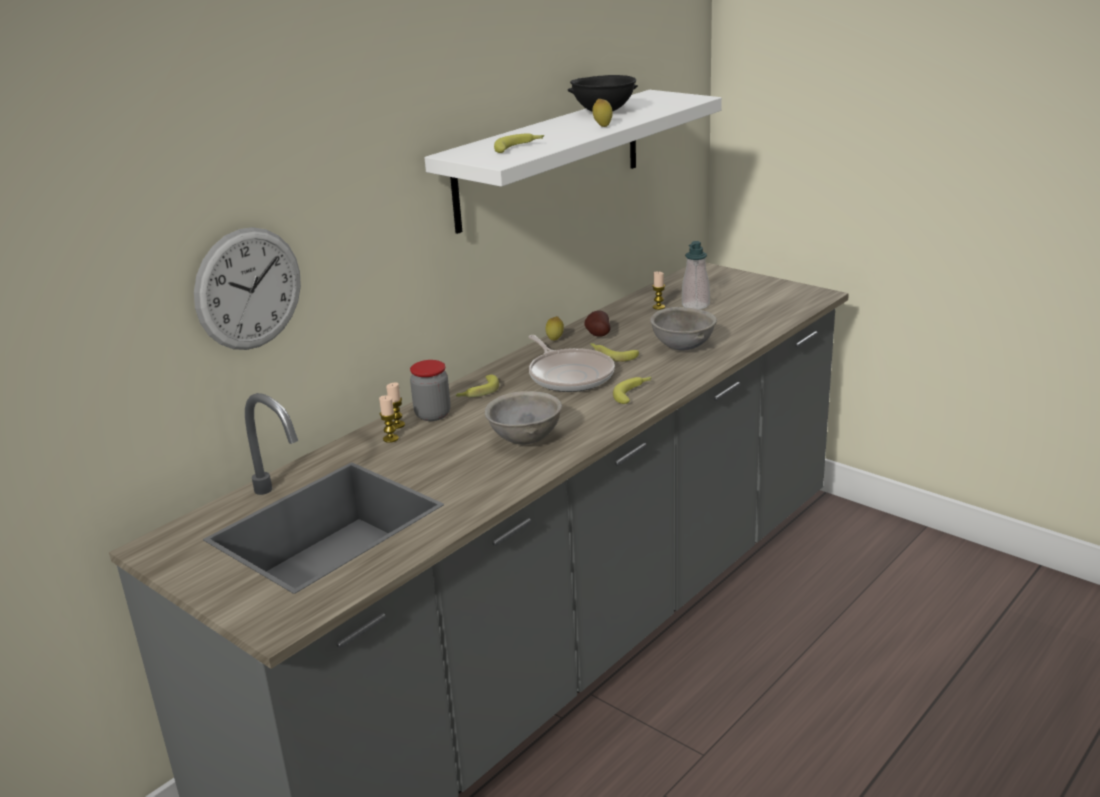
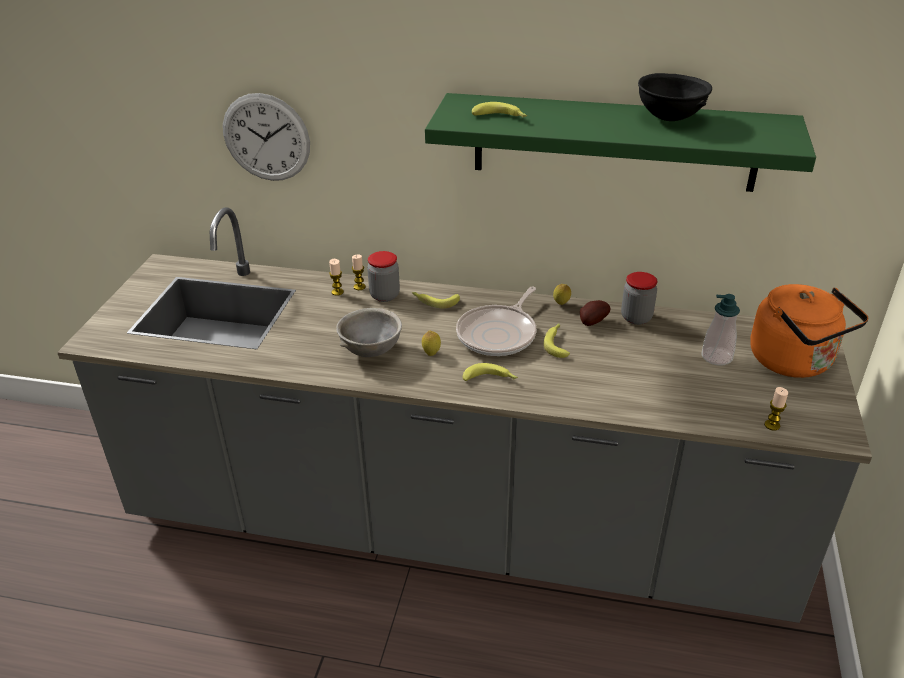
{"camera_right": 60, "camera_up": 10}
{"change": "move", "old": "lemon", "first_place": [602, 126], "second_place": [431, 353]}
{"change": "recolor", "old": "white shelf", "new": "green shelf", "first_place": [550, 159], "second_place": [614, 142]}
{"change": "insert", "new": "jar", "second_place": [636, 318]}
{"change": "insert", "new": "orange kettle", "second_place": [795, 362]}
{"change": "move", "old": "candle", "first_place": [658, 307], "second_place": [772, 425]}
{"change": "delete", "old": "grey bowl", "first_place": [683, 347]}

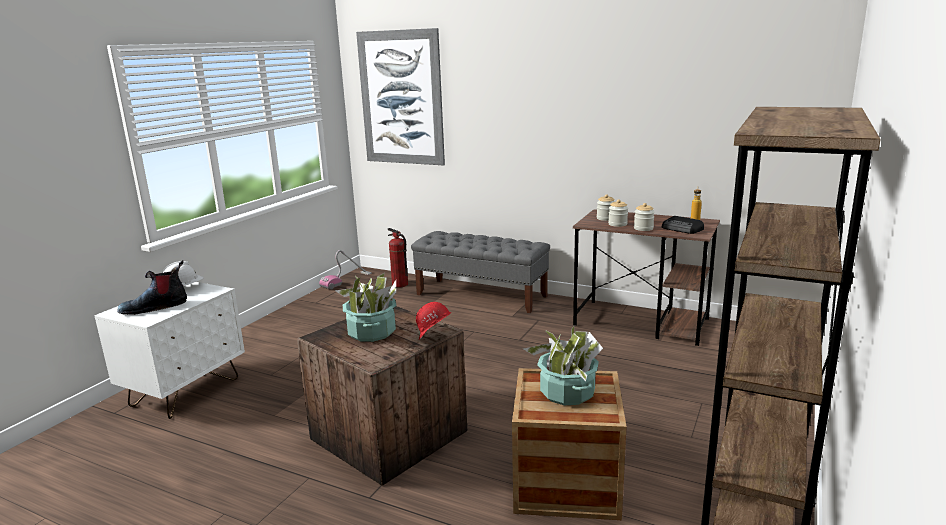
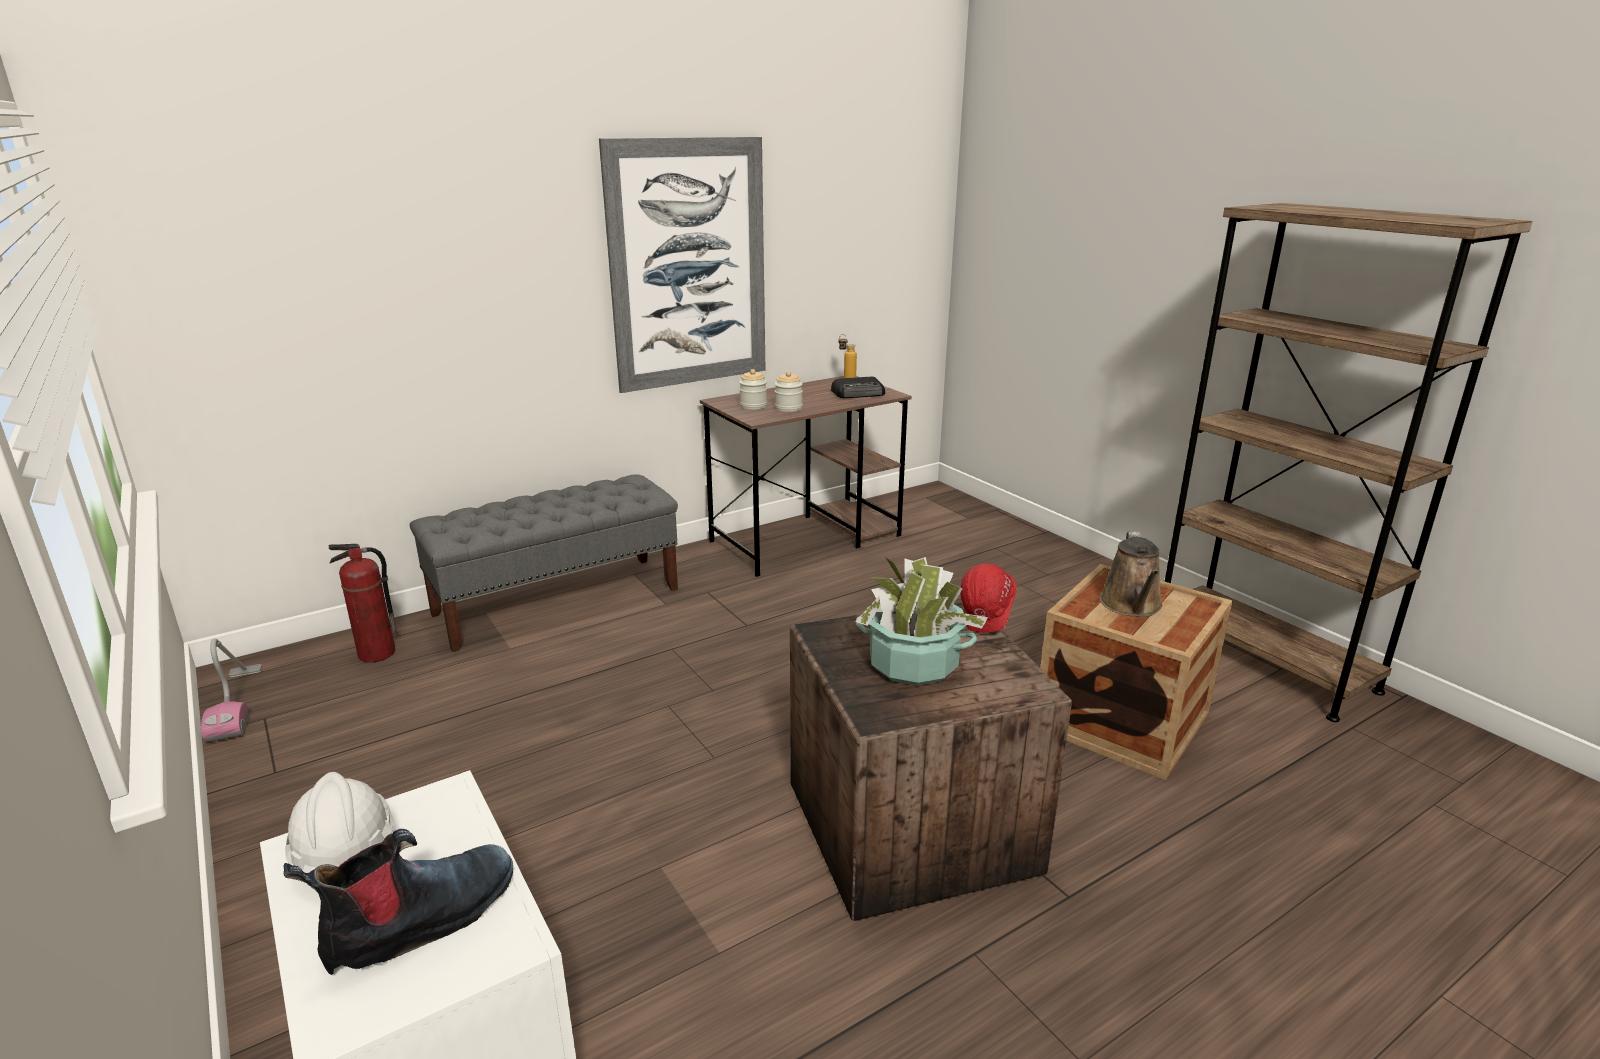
{"camera_right": -60, "camera_up": 5}
{"change": "rotate", "old": "boot", "first_place": [155, 307], "second_place": [421, 921], "degrees": -135}
{"change": "move", "old": "picture", "first_place": [401, 98], "second_place": [689, 265]}
{"change": "replace", "old": "potted plant", "new": "brown watering can", "first_place": [567, 393], "second_place": [1131, 606]}
{"change": "delete", "old": "jar", "first_place": [643, 228]}

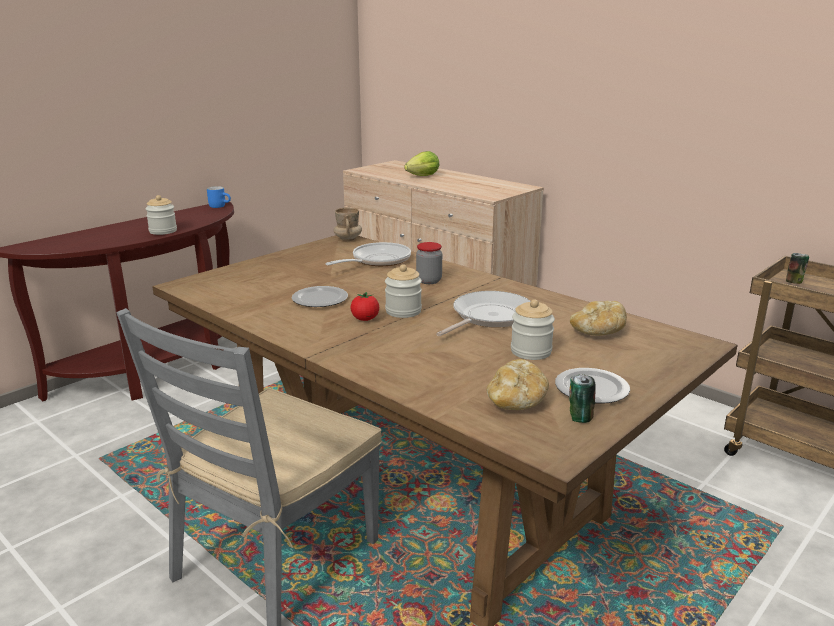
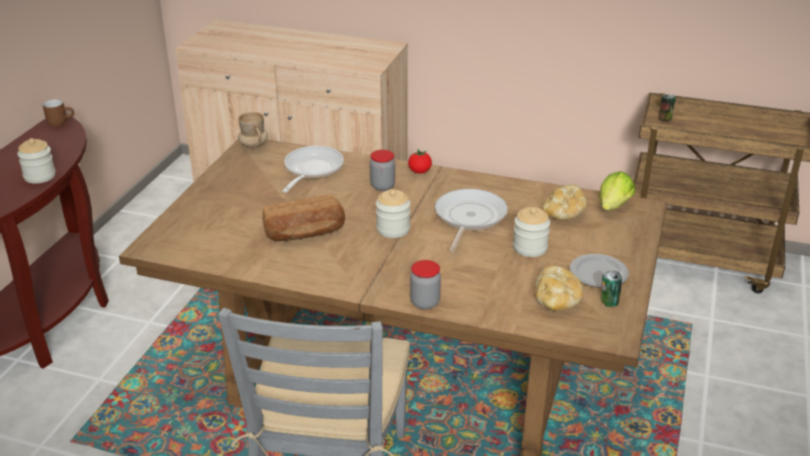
{"camera_right": -25, "camera_up": 10}
{"change": "recolor", "old": "blue mug", "new": "brown mug", "first_place": [220, 206], "second_place": [60, 122]}
{"change": "replace", "old": "plate", "new": "bread", "first_place": [319, 299], "second_place": [304, 232]}
{"change": "move", "old": "tomato", "first_place": [365, 319], "second_place": [419, 171]}
{"change": "insert", "new": "jar", "second_place": [425, 302]}
{"change": "move", "old": "lettuce", "first_place": [421, 176], "second_place": [612, 208]}

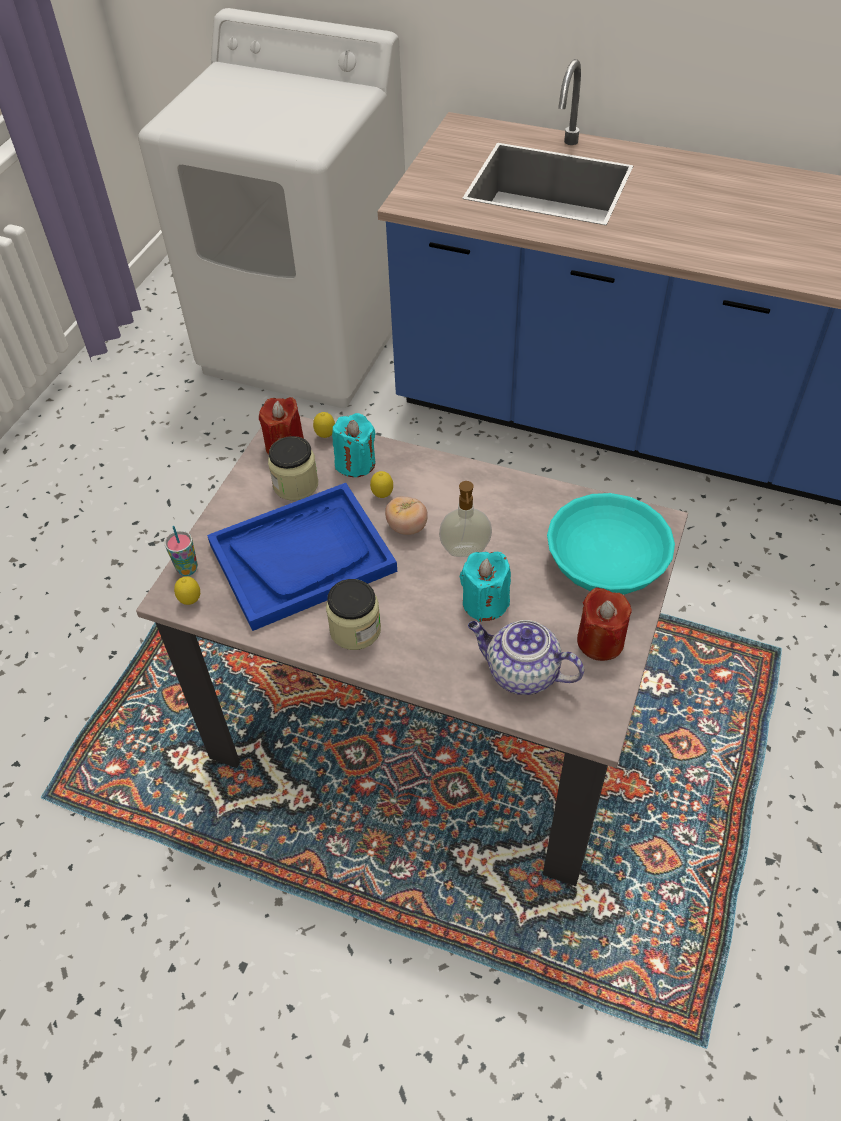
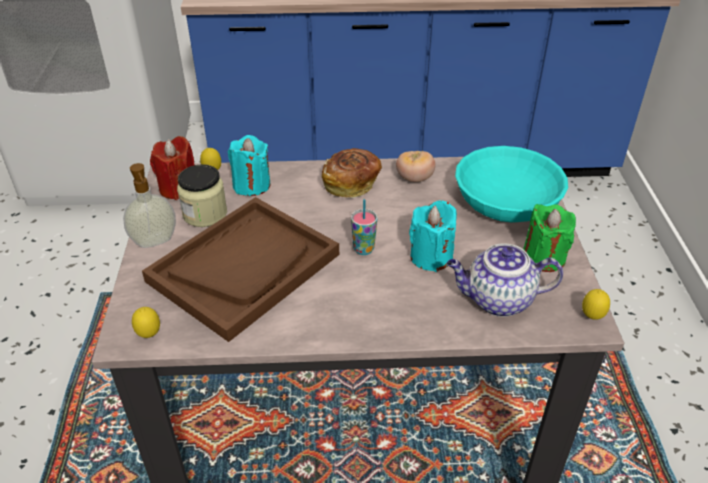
{"camera_right": -25, "camera_up": -10}
{"change": "move", "old": "soap dispenser", "first_place": [465, 551], "second_place": [155, 242]}
{"change": "recolor", "old": "blue tray", "new": "brown tray", "first_place": [302, 557], "second_place": [244, 267]}
{"change": "insert", "new": "bread", "second_place": [351, 184]}
{"change": "move", "old": "cup", "first_place": [187, 569], "second_place": [363, 249]}
{"change": "move", "old": "tomato", "first_place": [407, 527], "second_place": [414, 178]}
{"change": "recolor", "old": "red candle", "new": "green candle", "first_place": [600, 641], "second_place": [543, 257]}
{"change": "move", "old": "lemon", "first_place": [382, 496], "second_place": [591, 317]}
{"change": "delete", "old": "jar", "first_place": [355, 629]}

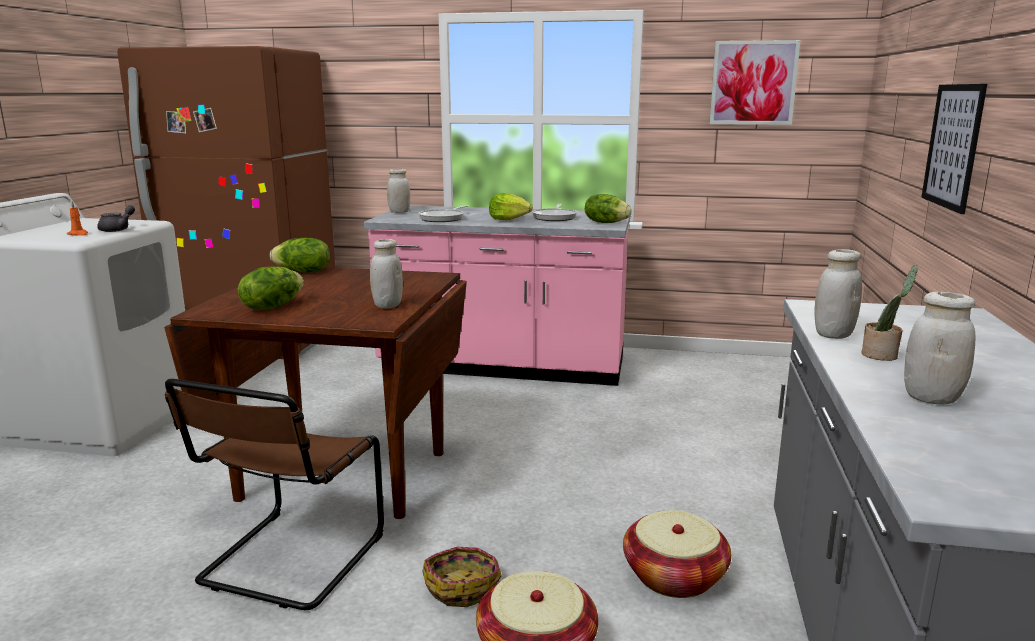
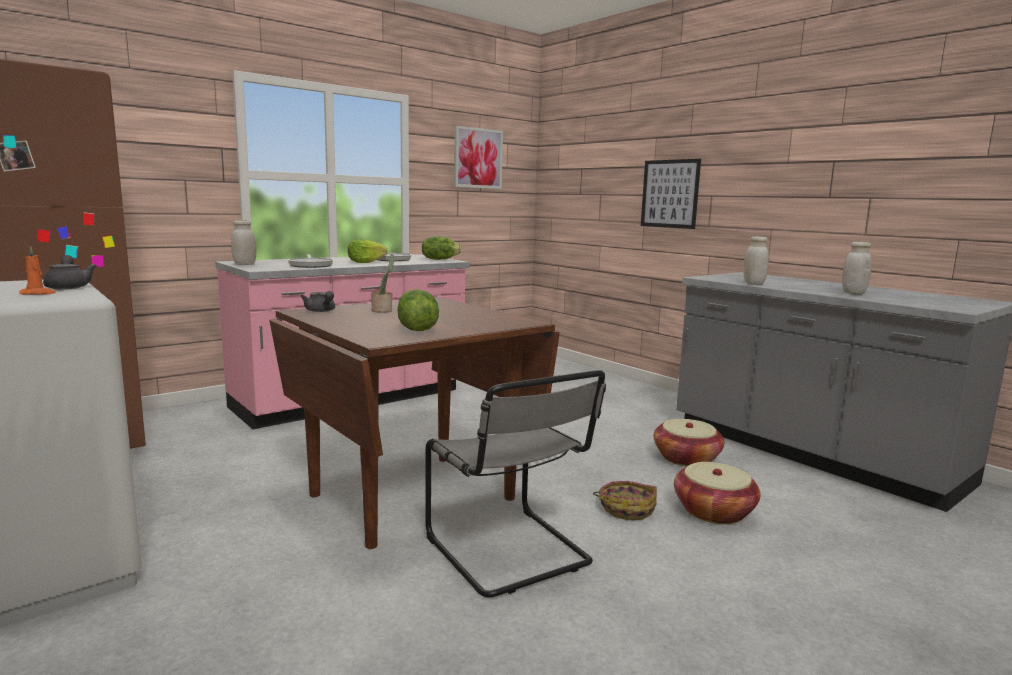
{"camera_right": -50, "camera_up": -5}
{"change": "replace", "old": "lettuce", "new": "grey teapot", "first_place": [303, 272], "second_place": [321, 311]}
{"change": "move", "old": "potted plant", "first_place": [882, 355], "second_place": [383, 310]}
{"change": "recolor", "old": "brown chair", "new": "grey chair", "first_place": [288, 562], "second_place": [511, 553]}
{"change": "delete", "old": "white jar", "first_place": [387, 305]}

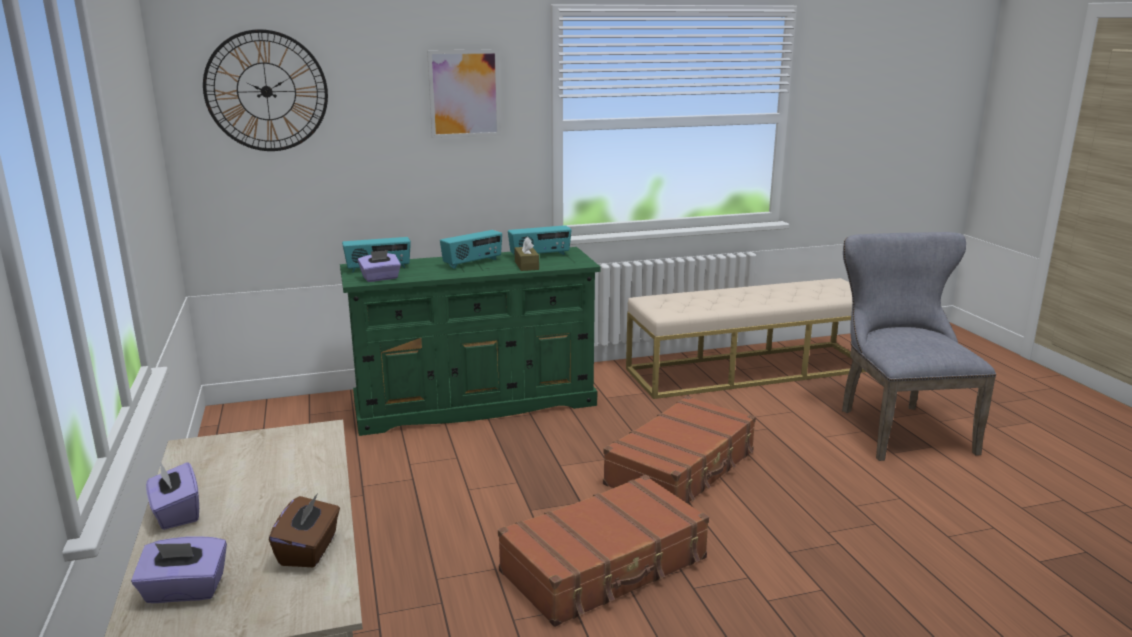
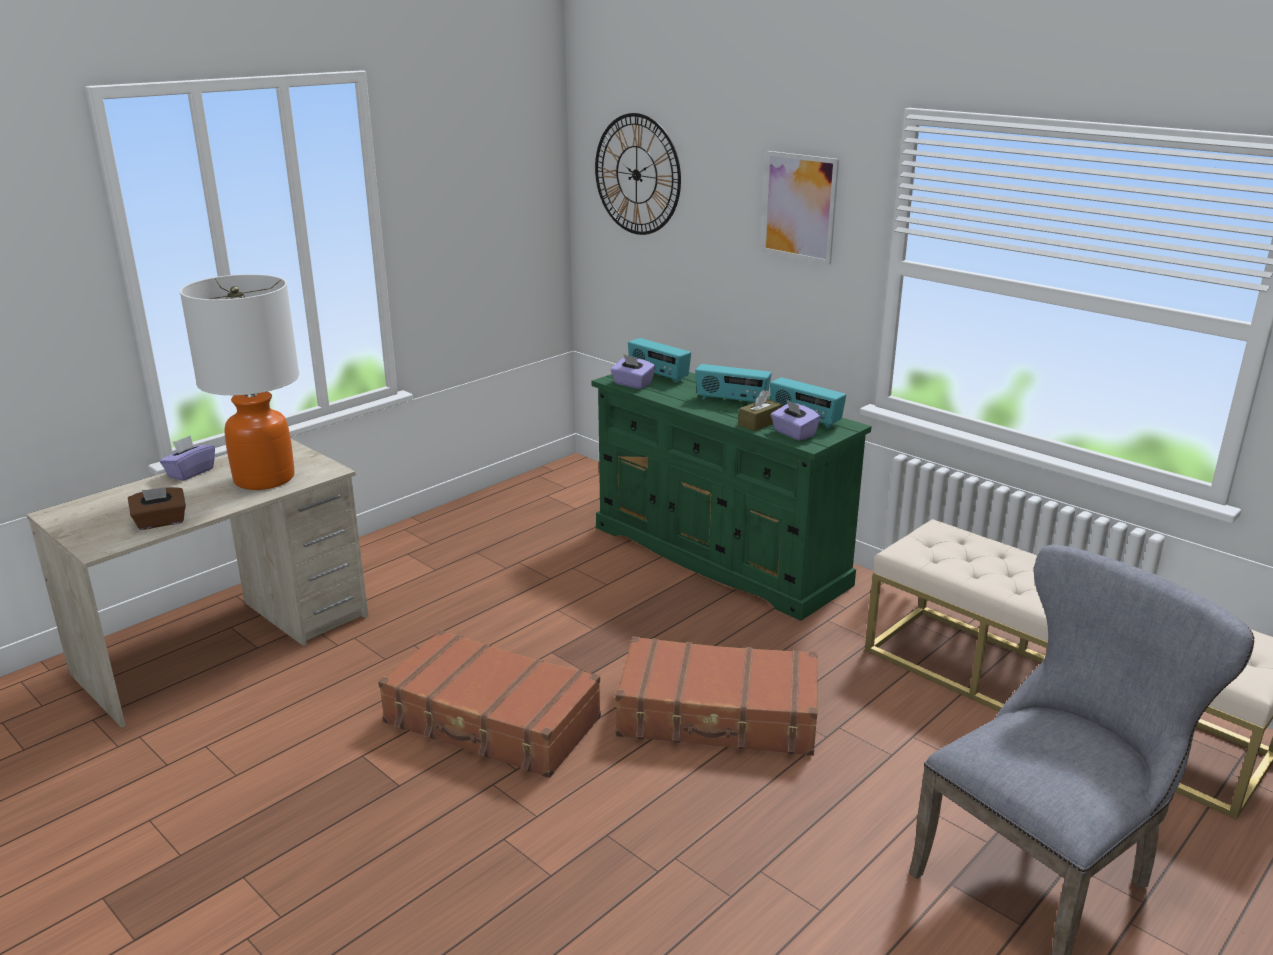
{"camera_right": 60, "camera_up": 5}
{"change": "insert", "new": "table lamp", "second_place": [264, 478]}
{"change": "move", "old": "purple tissue box", "first_place": [185, 591], "second_place": [793, 433]}

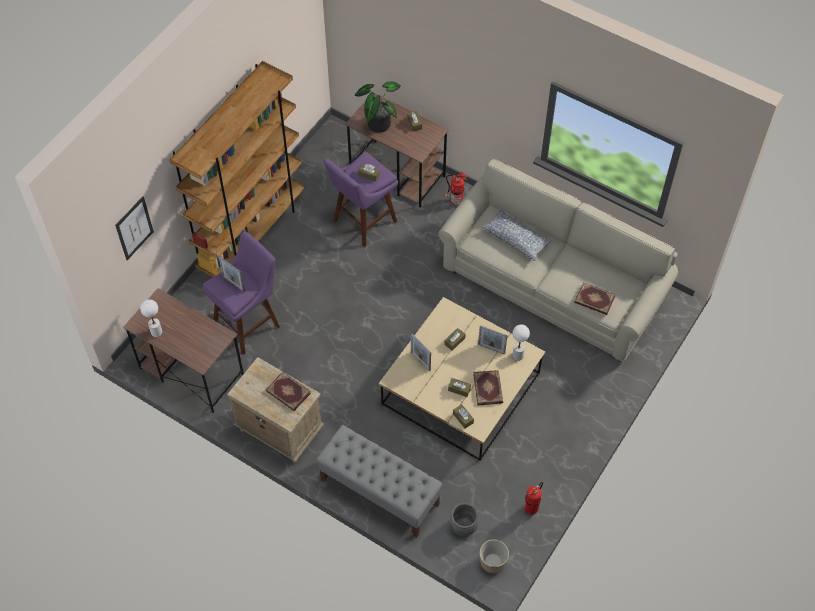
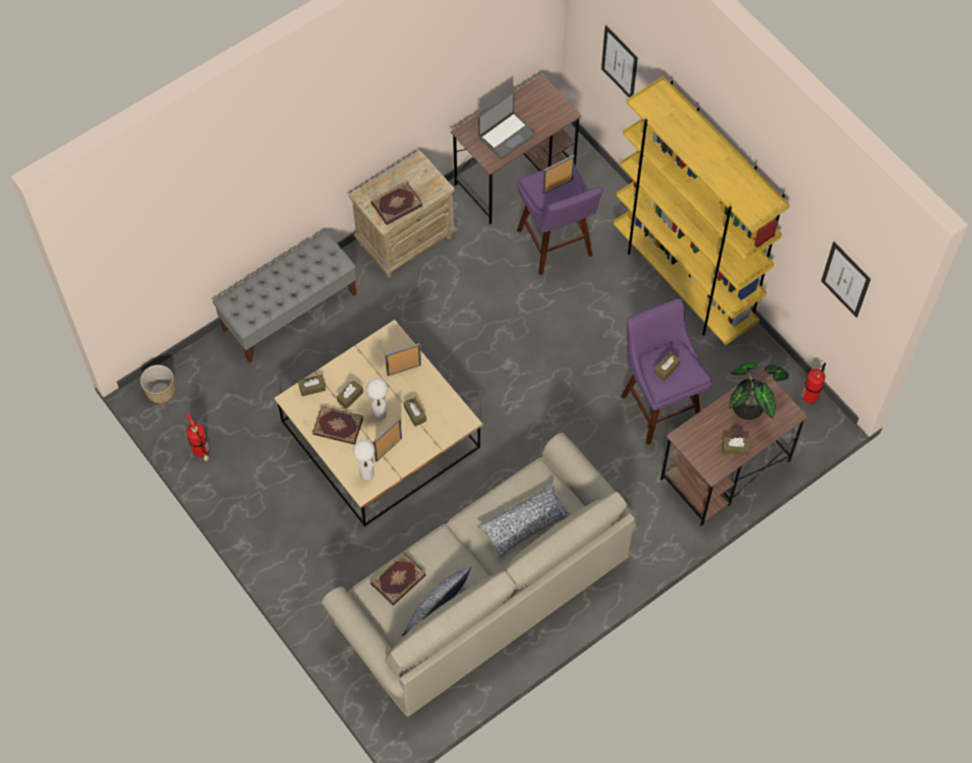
{"camera_right": 110, "camera_up": 5}
{"change": "move", "old": "white table lamp", "first_place": [156, 332], "second_place": [380, 413]}
{"change": "insert", "new": "pillow", "second_place": [437, 607]}
{"change": "insert", "new": "laptop", "second_place": [506, 135]}
{"change": "recolor", "old": "brown bookcase", "new": "yellow bookcase", "first_place": [252, 234], "second_place": [684, 281]}
{"change": "move", "old": "fire extinguisher", "first_place": [454, 201], "second_place": [810, 396]}
{"change": "insert", "new": "picture", "second_place": [846, 279]}
{"change": "delete", "old": "grey planter", "first_place": [463, 526]}

